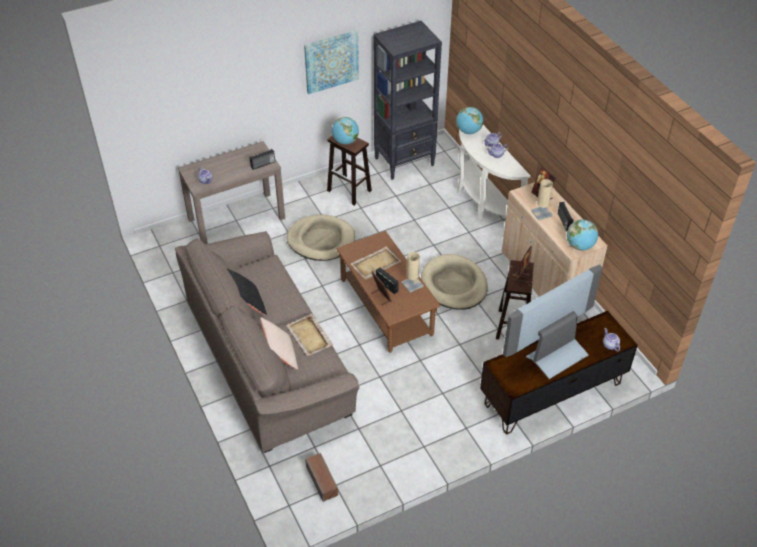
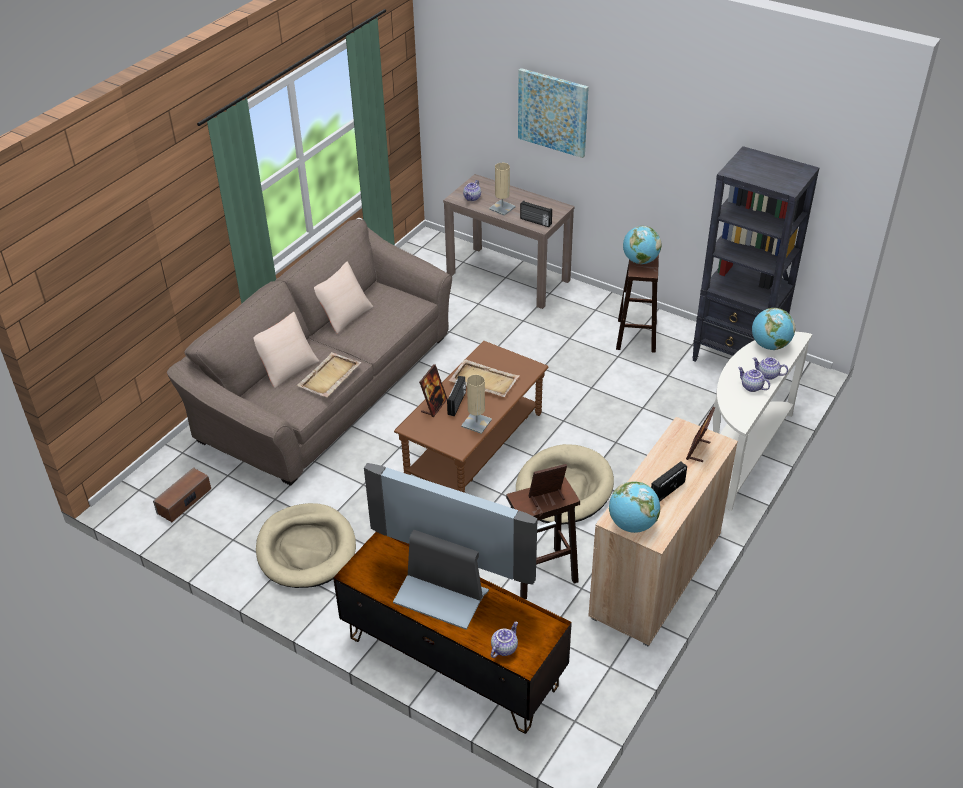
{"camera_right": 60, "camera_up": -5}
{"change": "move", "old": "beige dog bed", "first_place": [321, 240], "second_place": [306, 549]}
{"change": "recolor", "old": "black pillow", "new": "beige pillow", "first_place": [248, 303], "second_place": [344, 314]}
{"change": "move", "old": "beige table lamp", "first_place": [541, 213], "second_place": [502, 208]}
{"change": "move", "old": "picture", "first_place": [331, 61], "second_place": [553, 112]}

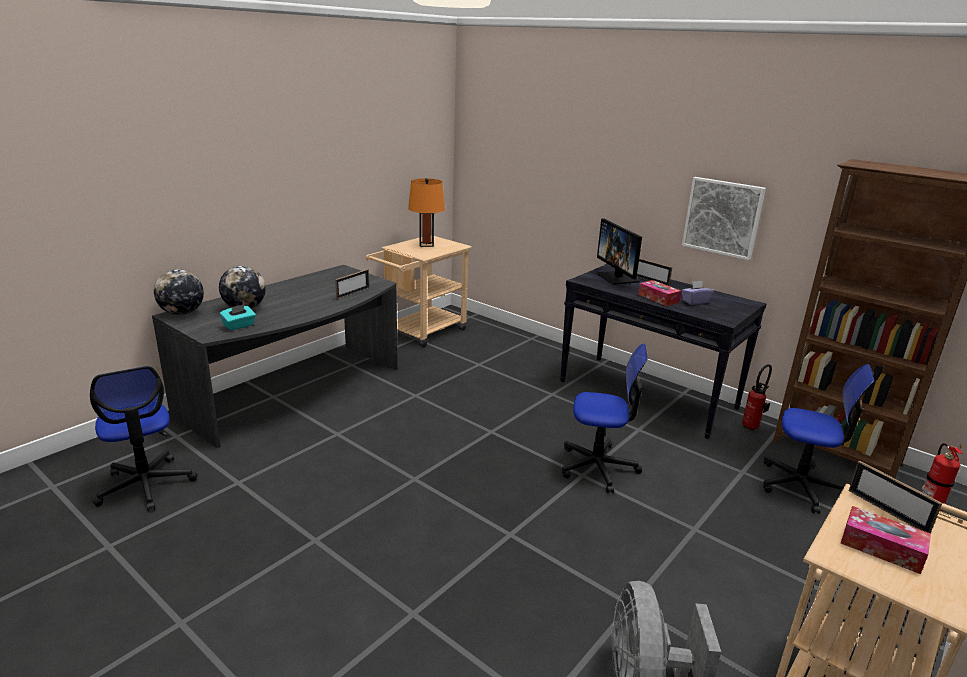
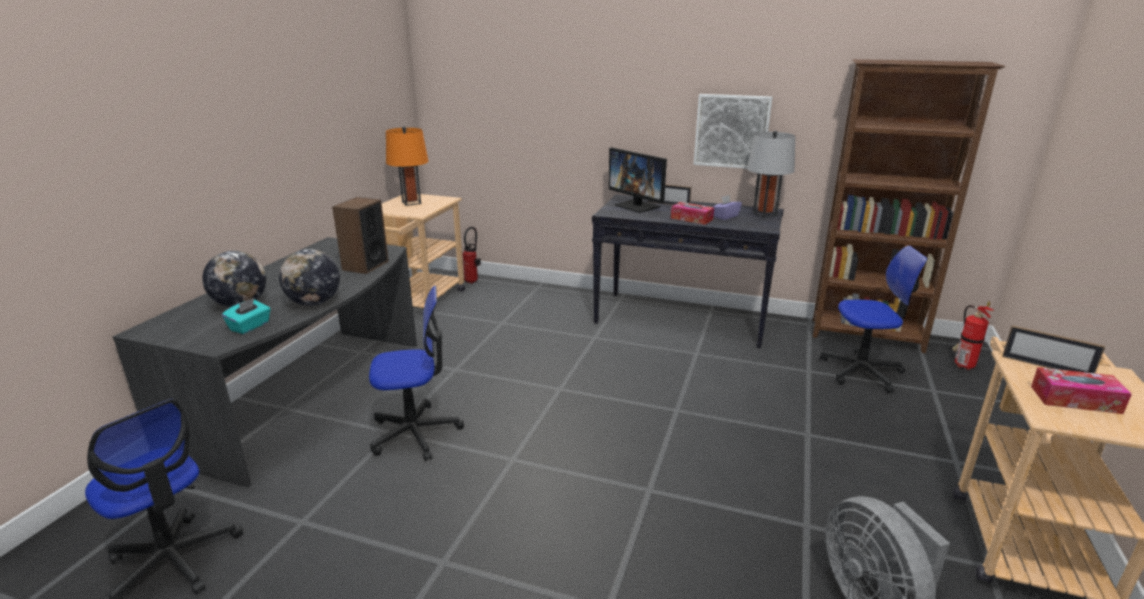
{"camera_right": -20, "camera_up": 0}
{"change": "move", "old": "globe", "first_place": [182, 313], "second_place": [314, 303]}
{"change": "replace", "old": "picture frame", "new": "speaker", "first_place": [353, 293], "second_place": [365, 265]}
{"change": "move", "old": "office chair", "first_place": [598, 467], "second_place": [415, 433]}
{"change": "move", "old": "fire extinguisher", "first_place": [752, 427], "second_place": [473, 281]}
{"change": "insert", "new": "grey table lamp", "second_place": [764, 214]}

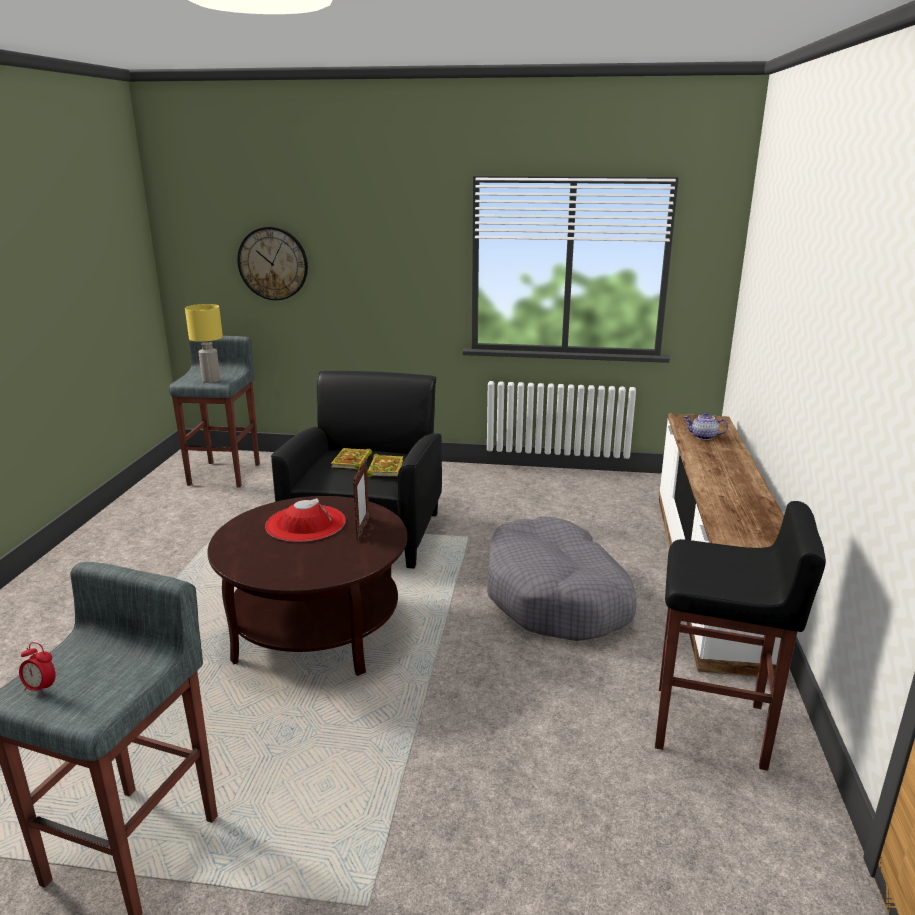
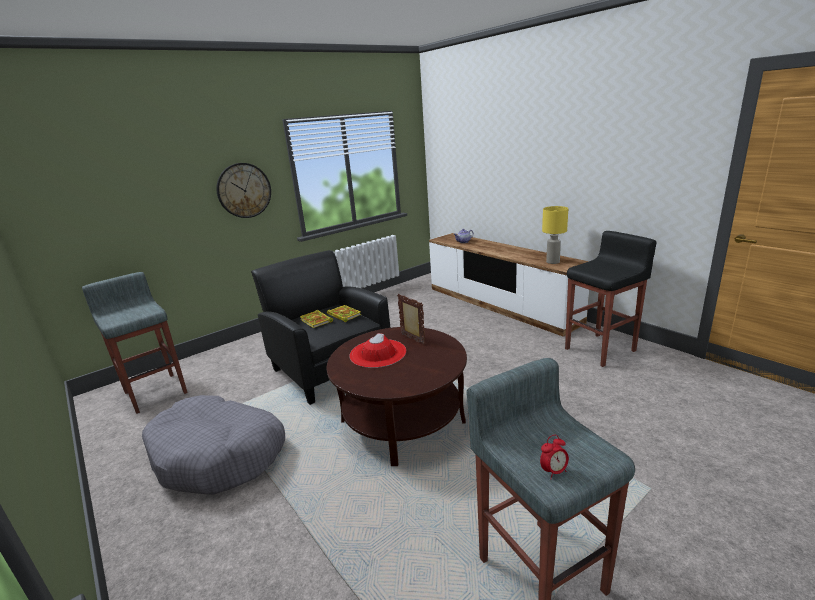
{"camera_right": -45, "camera_up": 0}
{"change": "move", "old": "grey dog bed", "first_place": [557, 597], "second_place": [219, 455]}
{"change": "move", "old": "wall clock", "first_place": [273, 263], "second_place": [244, 190]}
{"change": "move", "old": "yellow table lamp", "first_place": [211, 380], "second_place": [553, 262]}

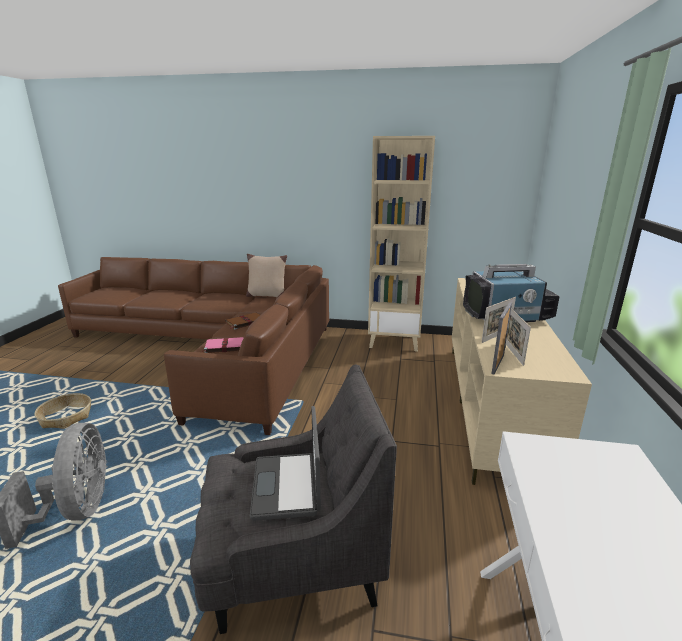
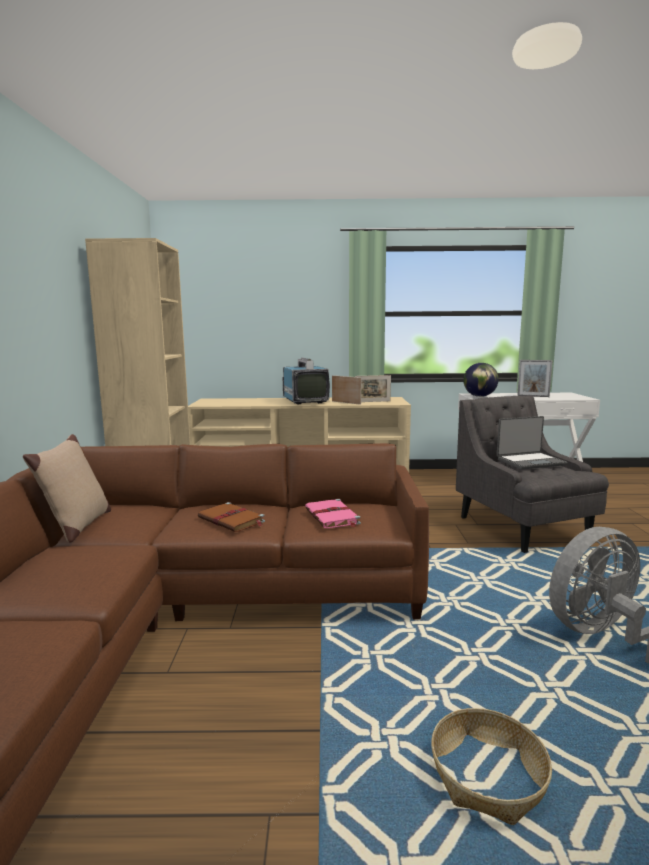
{"camera_right": -100, "camera_up": -10}
{"change": "insert", "new": "globe", "second_place": [479, 396]}
{"change": "move", "old": "picture frame", "first_place": [497, 364], "second_place": [533, 396]}

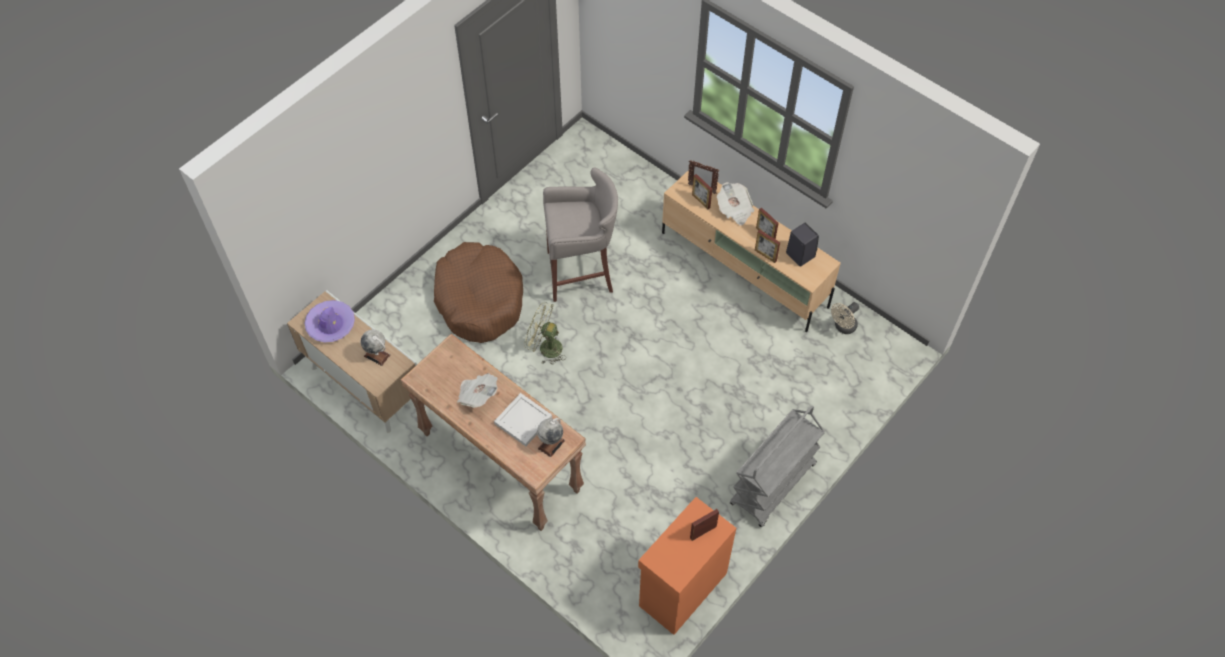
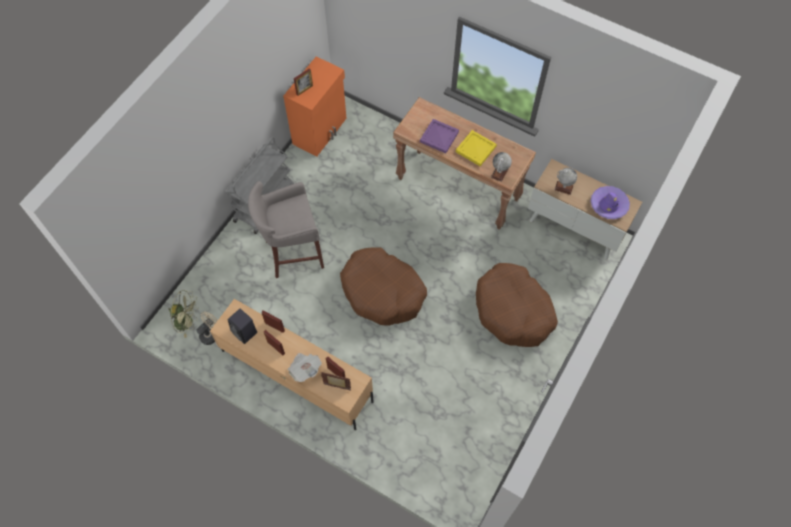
{"camera_right": 170, "camera_up": 5}
{"change": "move", "old": "green fan", "first_place": [545, 348], "second_place": [187, 321]}
{"change": "move", "old": "grey stool", "first_place": [582, 273], "second_place": [292, 253]}
{"change": "insert", "new": "brown dog bed", "second_place": [382, 291]}
{"change": "recolor", "old": "white tray", "new": "purple tray", "first_place": [524, 420], "second_place": [438, 137]}
{"change": "replace", "old": "newspaper", "new": "yellow tray", "first_place": [478, 395], "second_place": [476, 149]}
{"change": "move", "old": "globe", "first_place": [551, 444], "second_place": [499, 173]}

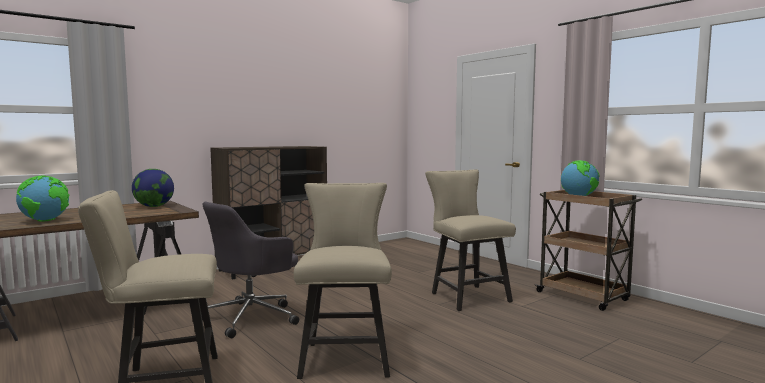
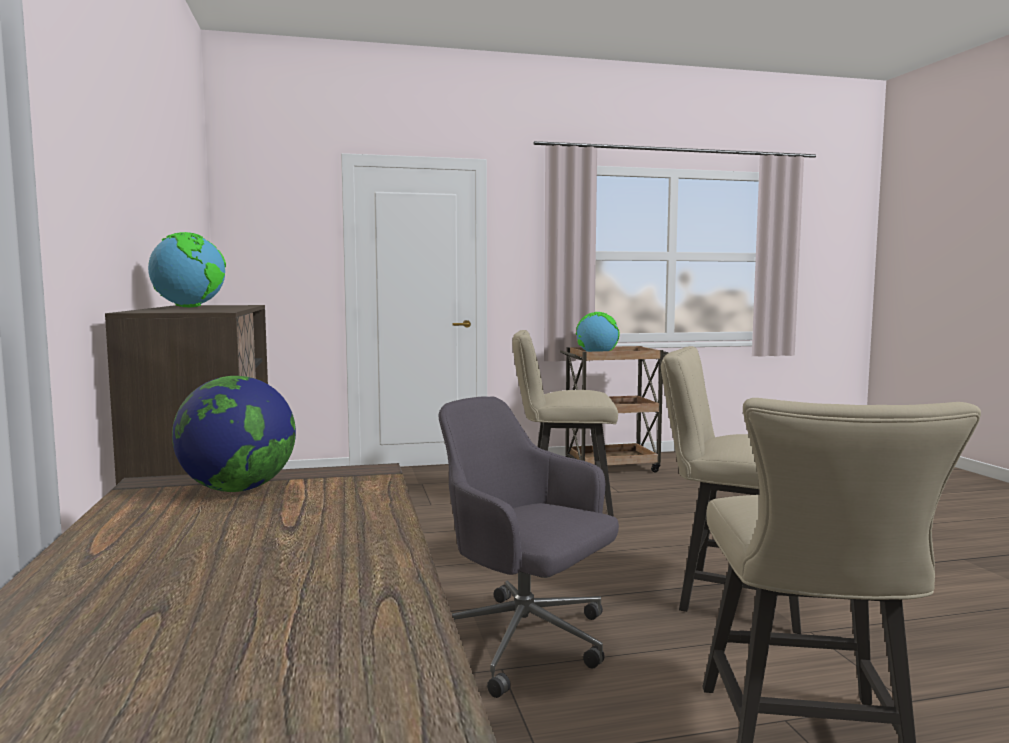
{"camera_right": -65, "camera_up": 0}
{"change": "move", "old": "globe", "first_place": [45, 221], "second_place": [189, 307]}
{"change": "rotate", "old": "grey office chair", "first_place": [252, 317], "second_place": [525, 642], "degrees": 150}

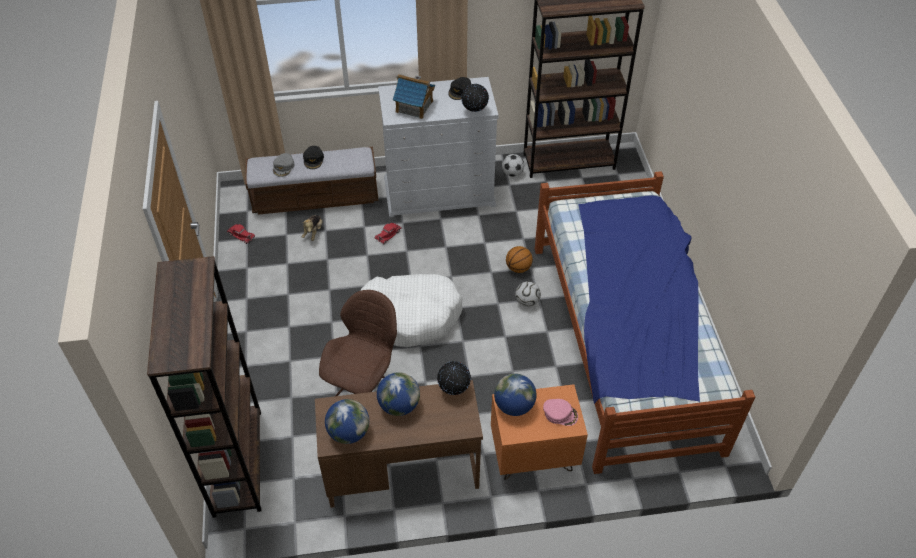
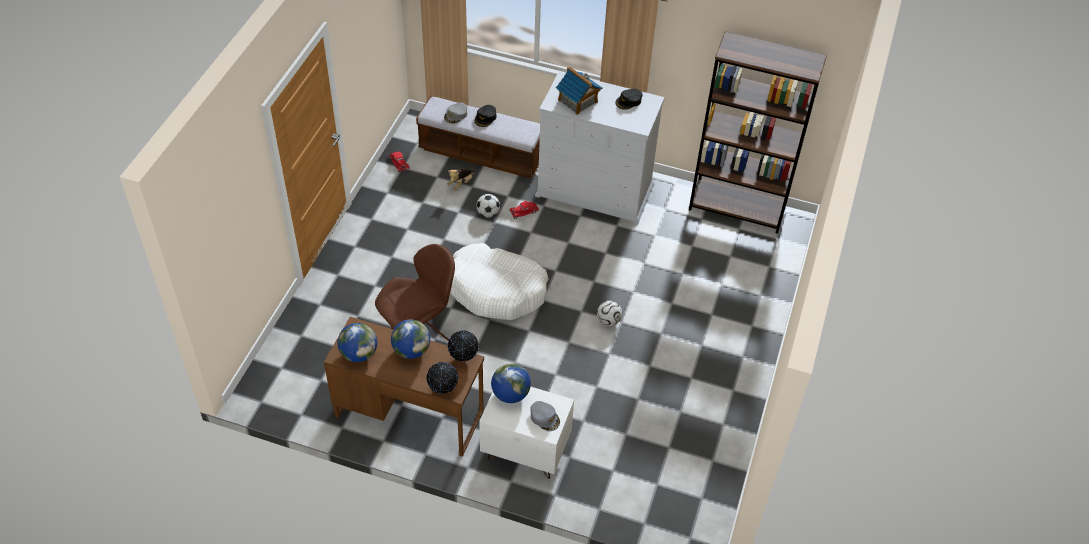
{"camera_right": 25, "camera_up": 0}
{"change": "move", "old": "globe", "first_place": [474, 111], "second_place": [443, 389]}
{"change": "move", "old": "football", "first_place": [512, 173], "second_place": [488, 213]}
{"change": "recolor", "old": "orange nightstand", "new": "white nightstand", "first_place": [533, 456], "second_place": [525, 452]}
{"change": "recolor", "old": "pink cap", "new": "grey cap", "first_place": [560, 413], "second_place": [545, 417]}
{"change": "delete", "old": "brown bookcase", "first_place": [237, 462]}
{"change": "delete", "old": "basketball", "first_place": [518, 268]}
{"change": "delete", "old": "bed", "first_place": [624, 343]}

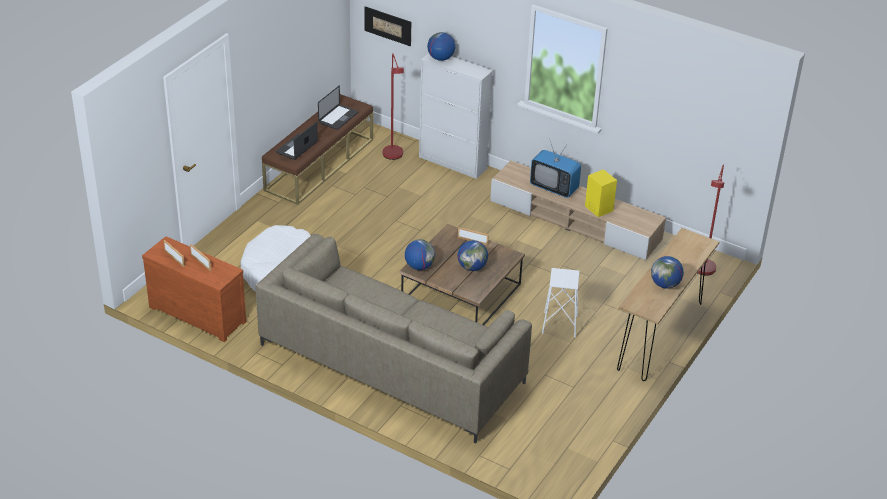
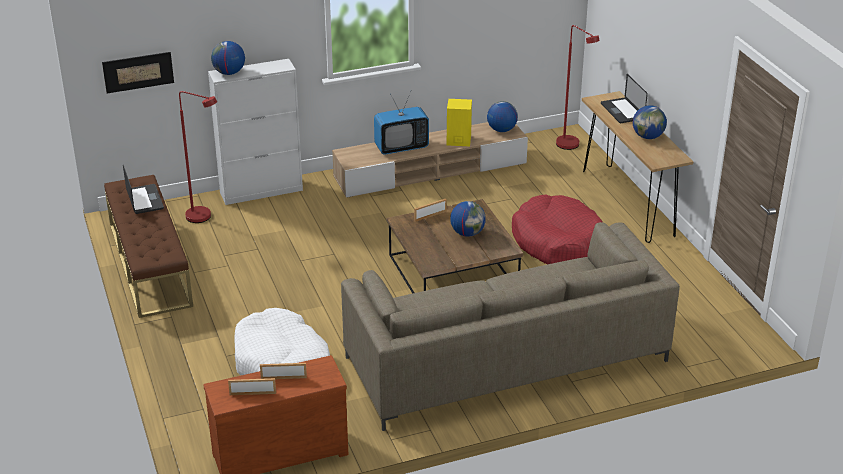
{"camera_right": -50, "camera_up": -5}
{"change": "move", "old": "globe", "first_place": [419, 266], "second_place": [501, 130]}
{"change": "replace", "old": "white stool", "new": "red dog bed", "first_place": [559, 325], "second_place": [558, 243]}
{"change": "move", "old": "laptop", "first_place": [297, 147], "second_place": [622, 111]}

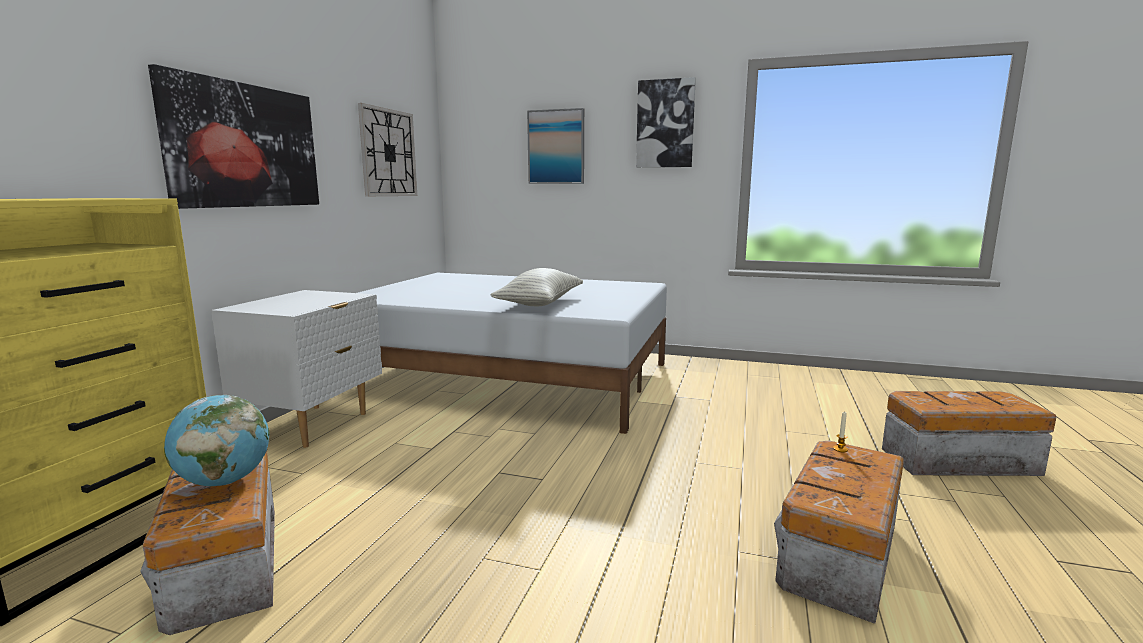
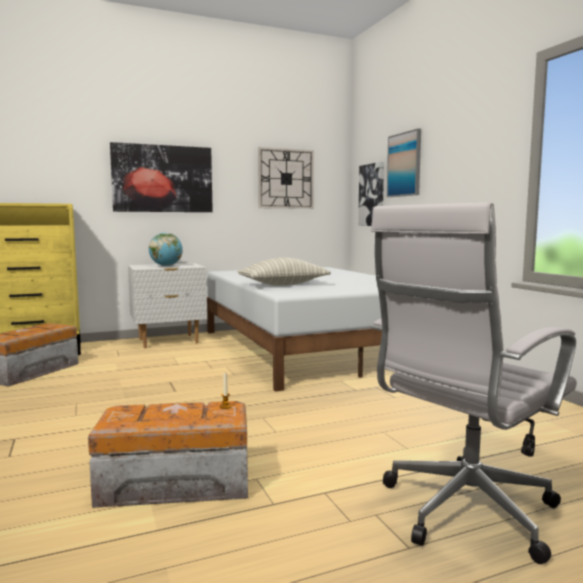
{"camera_right": 50, "camera_up": -5}
{"change": "move", "old": "globe", "first_place": [224, 481], "second_place": [166, 266]}
{"change": "move", "old": "picture", "first_place": [665, 124], "second_place": [372, 195]}
{"change": "replace", "old": "storage box", "new": "white office chair", "first_place": [955, 460], "second_place": [463, 513]}

